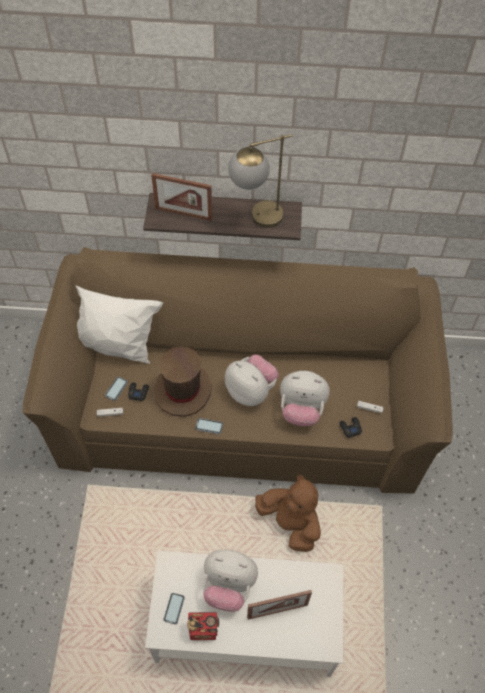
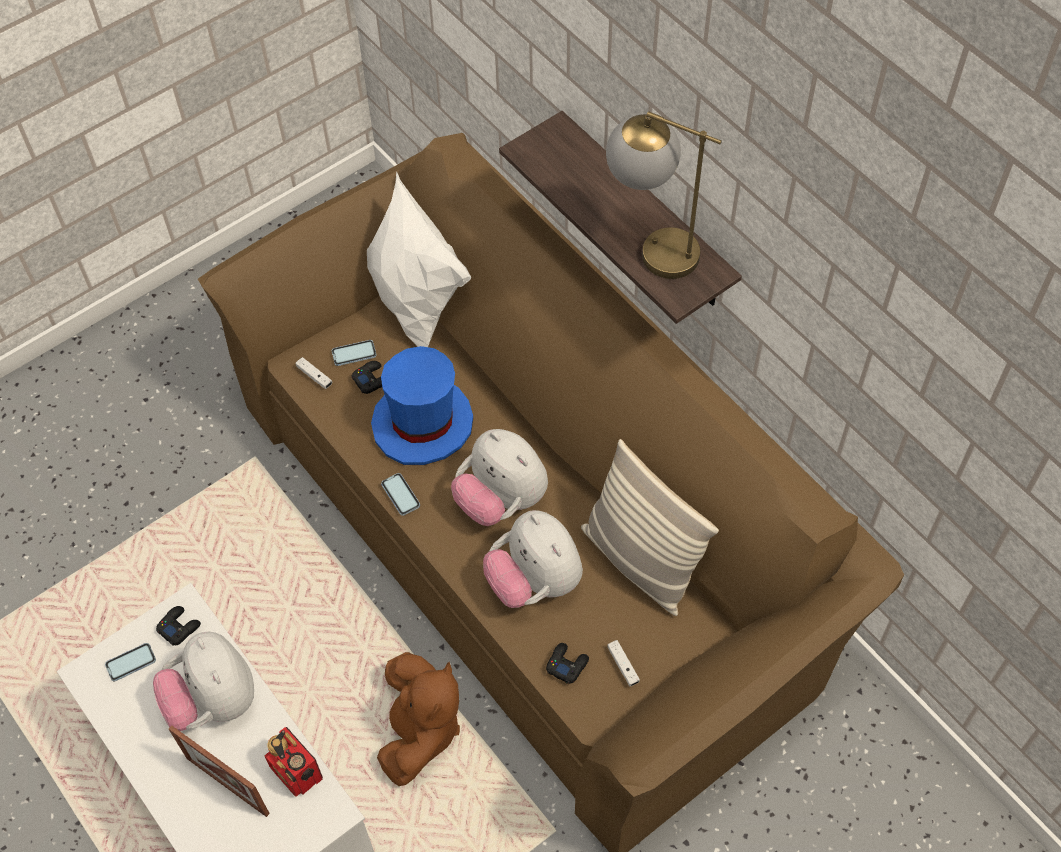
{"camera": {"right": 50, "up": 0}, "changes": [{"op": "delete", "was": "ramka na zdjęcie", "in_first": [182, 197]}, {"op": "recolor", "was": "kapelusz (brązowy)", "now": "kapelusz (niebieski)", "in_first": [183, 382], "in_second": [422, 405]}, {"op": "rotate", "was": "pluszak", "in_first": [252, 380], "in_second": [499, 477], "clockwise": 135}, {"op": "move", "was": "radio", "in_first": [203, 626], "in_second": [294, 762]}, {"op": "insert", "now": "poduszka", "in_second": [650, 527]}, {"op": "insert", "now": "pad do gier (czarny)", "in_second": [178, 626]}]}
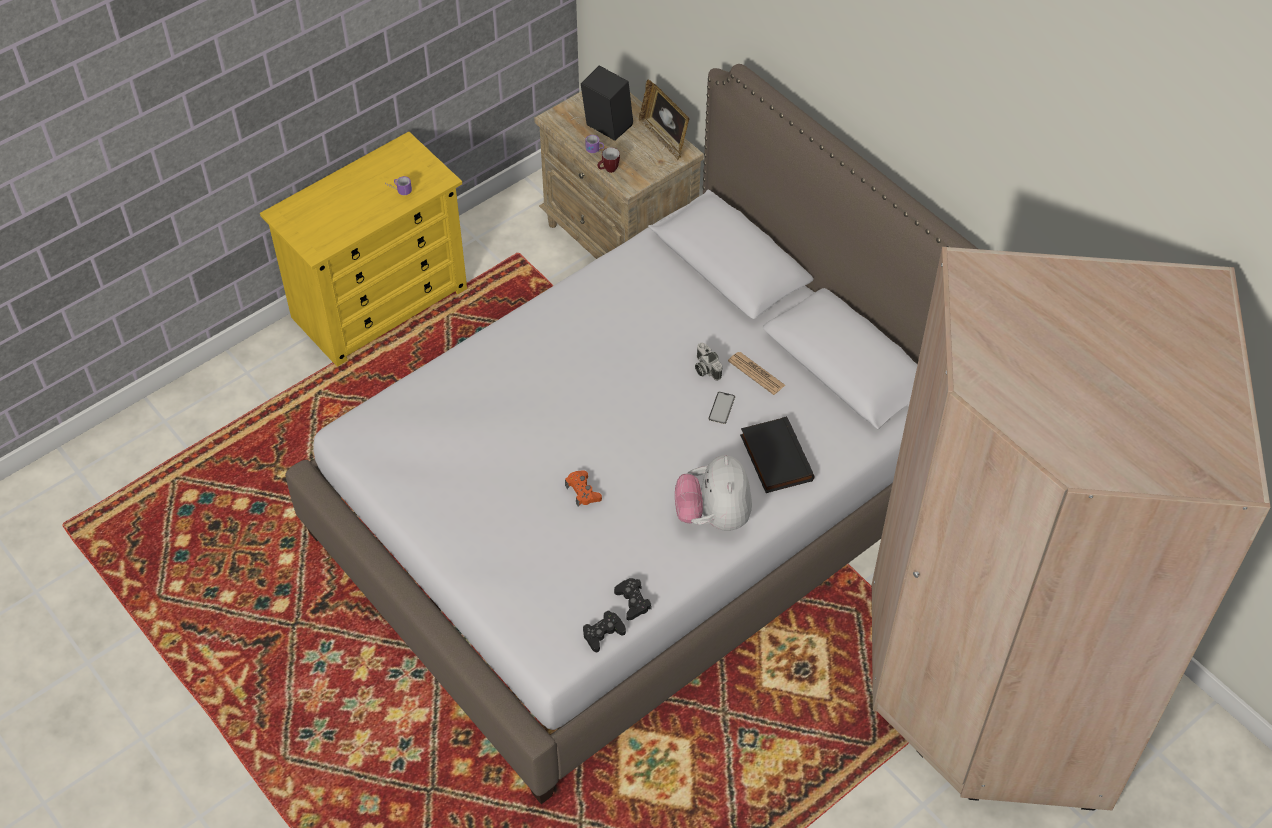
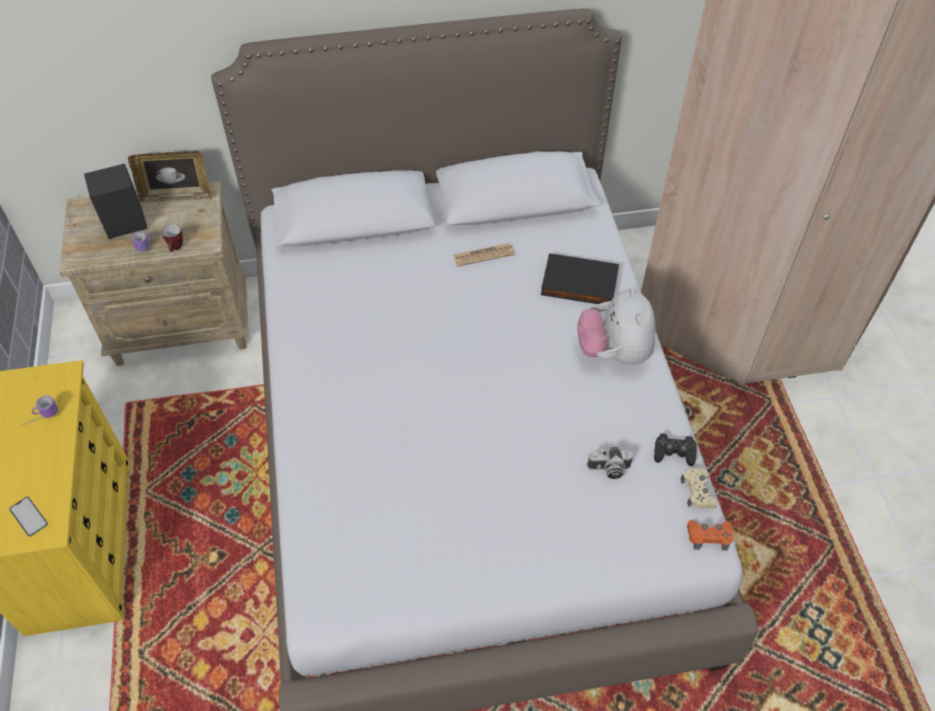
{"camera": {"right": -60, "up": 0}, "changes": [{"op": "move", "was": "aparat fotograficzny", "in_first": [708, 362], "in_second": [610, 463]}, {"op": "move", "was": "telefon", "in_first": [721, 408], "in_second": [28, 517]}, {"op": "rotate", "was": "pluszak", "in_first": [713, 493], "in_second": [616, 327], "clockwise": 60}, {"op": "move", "was": "pad do gier (pomarańczowy)", "in_first": [583, 488], "in_second": [710, 535]}, {"op": "recolor", "was": "pad do gier (czarny)", "now": "pad do gier (beżowy)", "in_first": [604, 631], "in_second": [699, 488]}]}
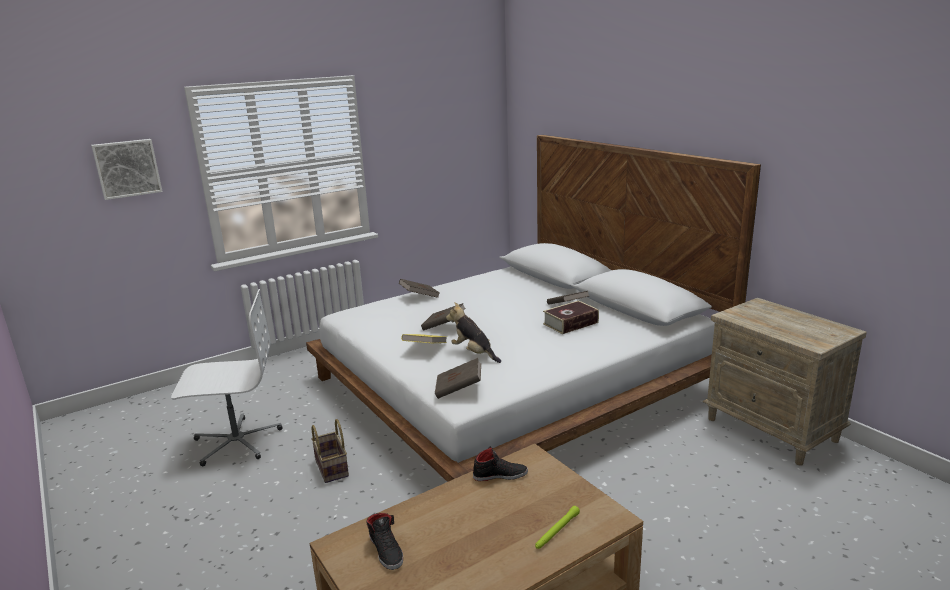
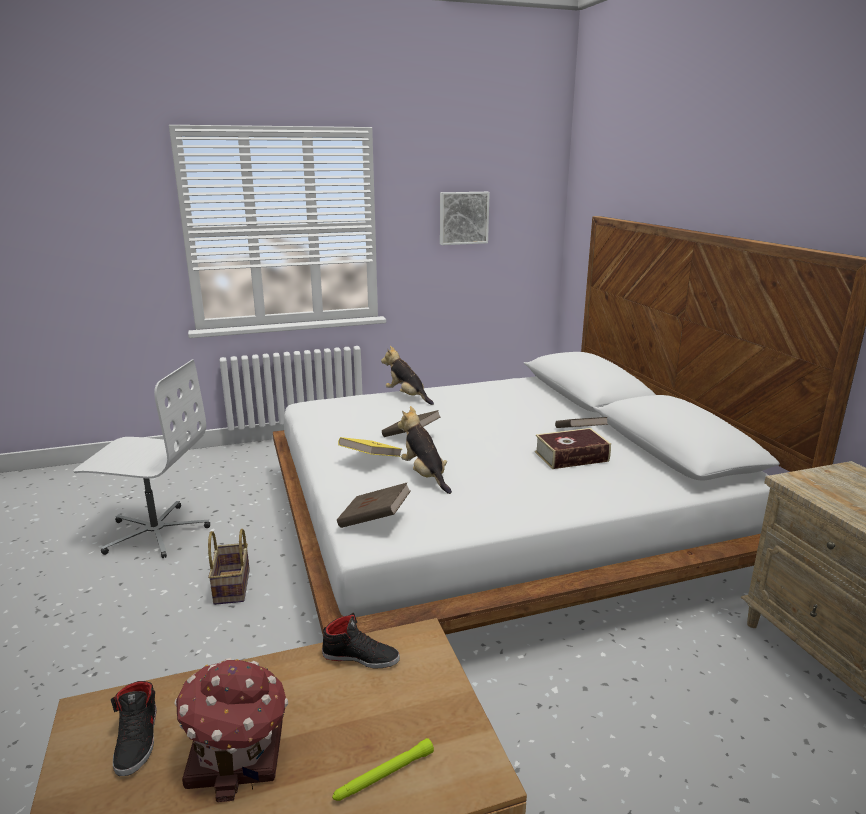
{"camera": {"right": 15, "up": 0}, "changes": [{"op": "move", "was": "obraz", "in_first": [127, 169], "in_second": [465, 218]}, {"op": "replace", "was": "książka (brązowy)", "now": "pluszak", "in_first": [419, 288], "in_second": [407, 375]}, {"op": "insert", "now": "domek", "in_second": [231, 730]}]}
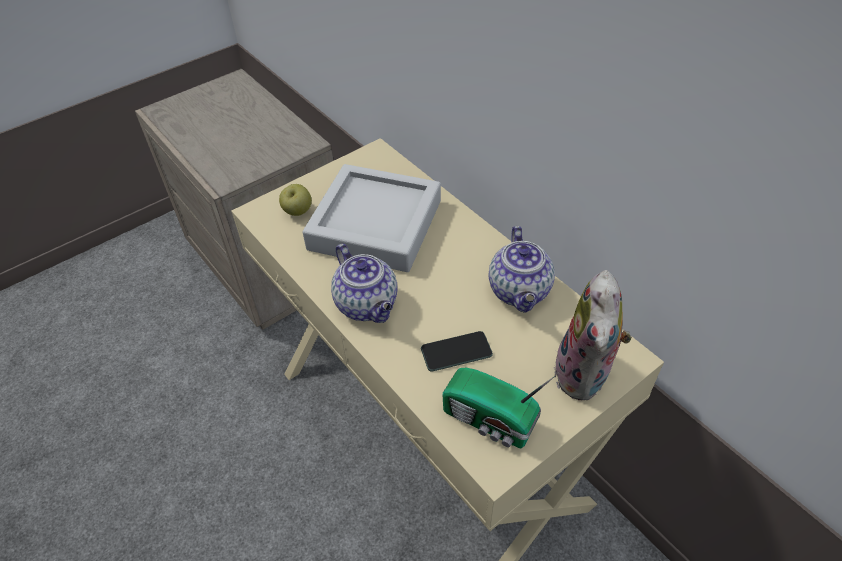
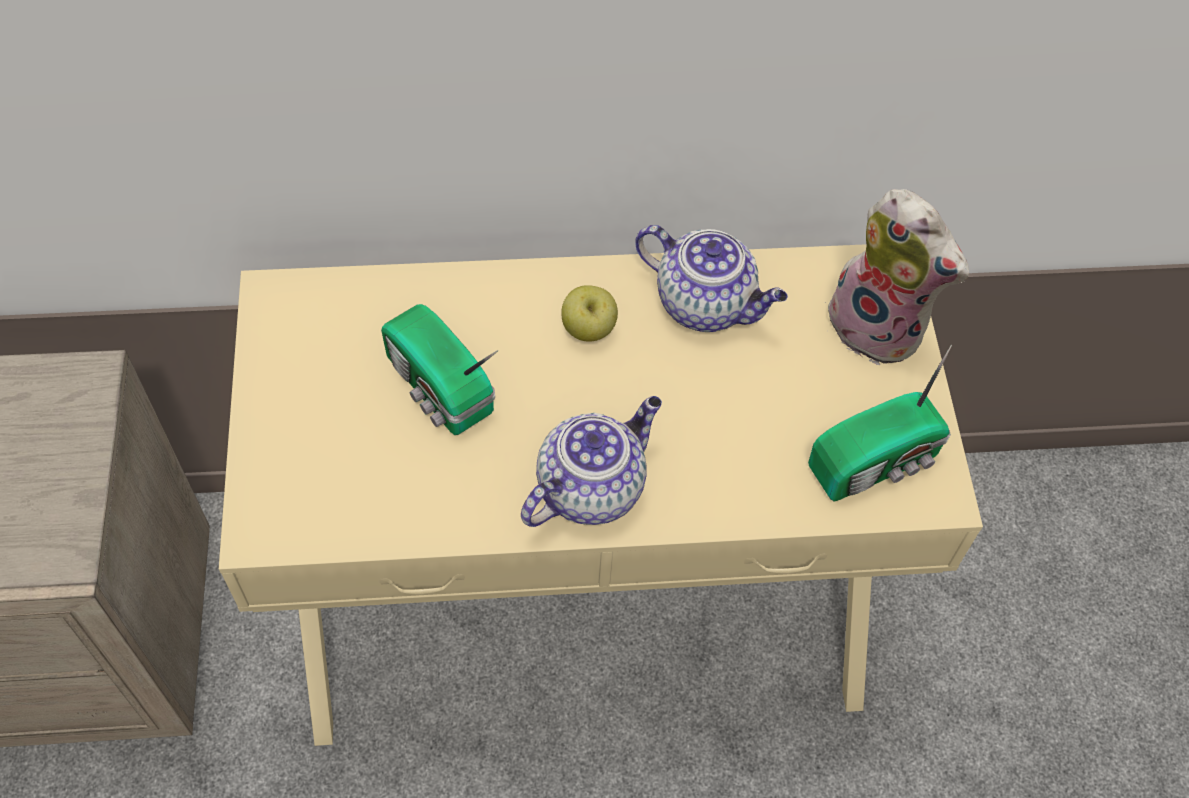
{"camera": {"right": -60, "up": 10}, "changes": [{"op": "replace", "was": "taca (szary)", "now": "radio", "in_first": [372, 218], "in_second": [439, 369]}, {"op": "move", "was": "jabłko", "in_first": [295, 200], "in_second": [589, 313]}, {"op": "rotate", "was": "imbryk", "in_first": [364, 283], "in_second": [591, 461], "clockwise": -45}, {"op": "delete", "was": "telefon", "in_first": [457, 351]}]}
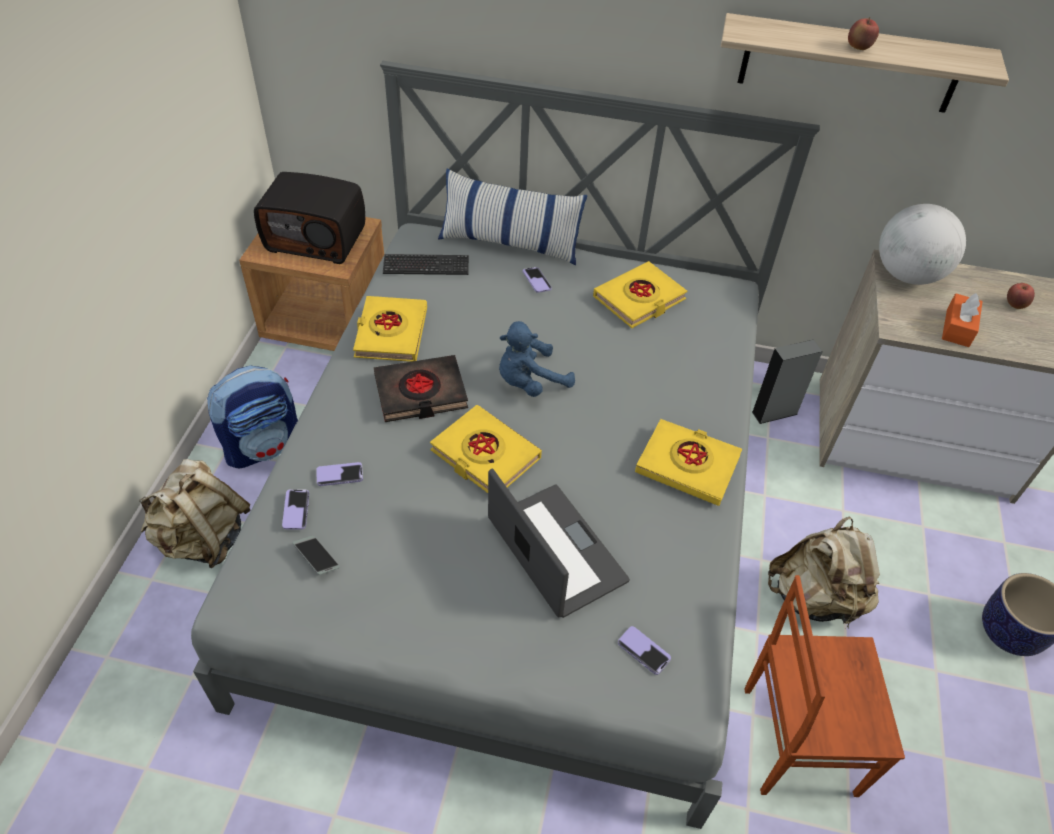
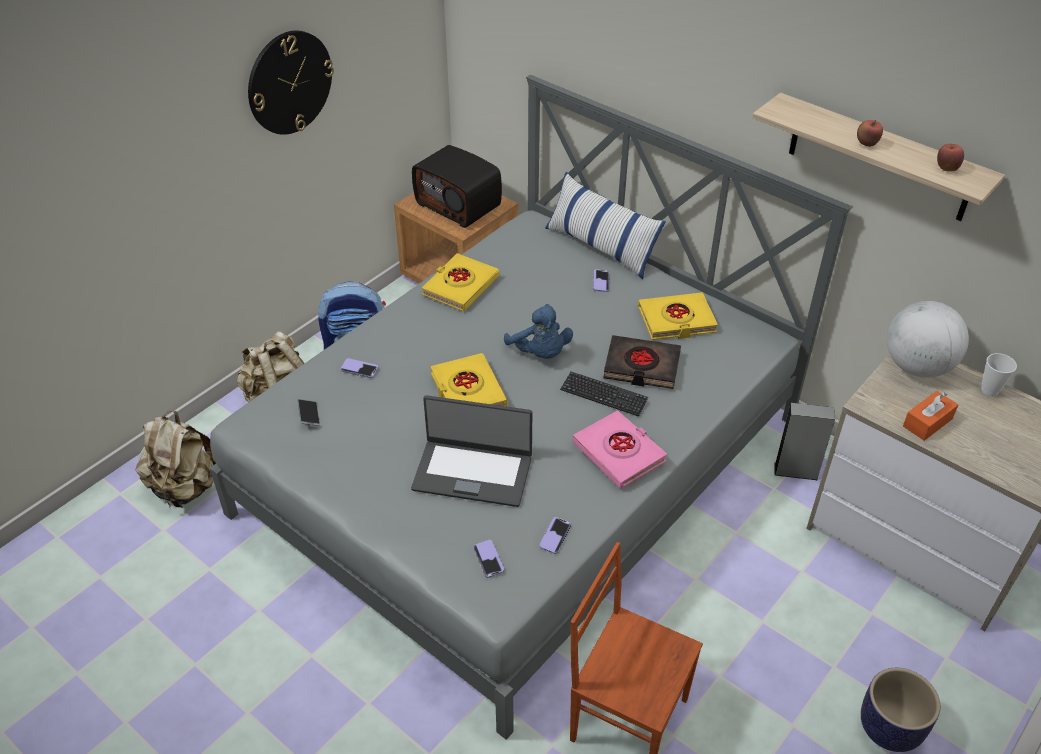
{"camera": {"right": 30, "up": -5}, "changes": [{"op": "move", "was": "klawiatura", "in_first": [426, 264], "in_second": [604, 394]}, {"op": "move", "was": "jabłko", "in_first": [1021, 296], "in_second": [950, 157]}, {"op": "rotate", "was": "pluszak (niebieski)", "in_first": [537, 359], "in_second": [538, 331], "clockwise": -120}, {"op": "move", "was": "książka (czarny)", "in_first": [421, 388], "in_second": [642, 362]}, {"op": "recolor", "was": "książka (żółty)", "now": "książka (różowy)", "in_first": [688, 462], "in_second": [620, 449]}, {"op": "rotate", "was": "laptop", "in_first": [559, 543], "in_second": [471, 451], "clockwise": 105}, {"op": "move", "was": "telefon", "in_first": [295, 509], "in_second": [555, 535]}, {"op": "move", "was": "plecak (beżowy)", "in_first": [824, 572], "in_second": [175, 459]}, {"op": "insert", "now": "zegar ścienny", "in_second": [291, 83]}, {"op": "insert", "now": "filiżanka", "in_second": [999, 374]}]}
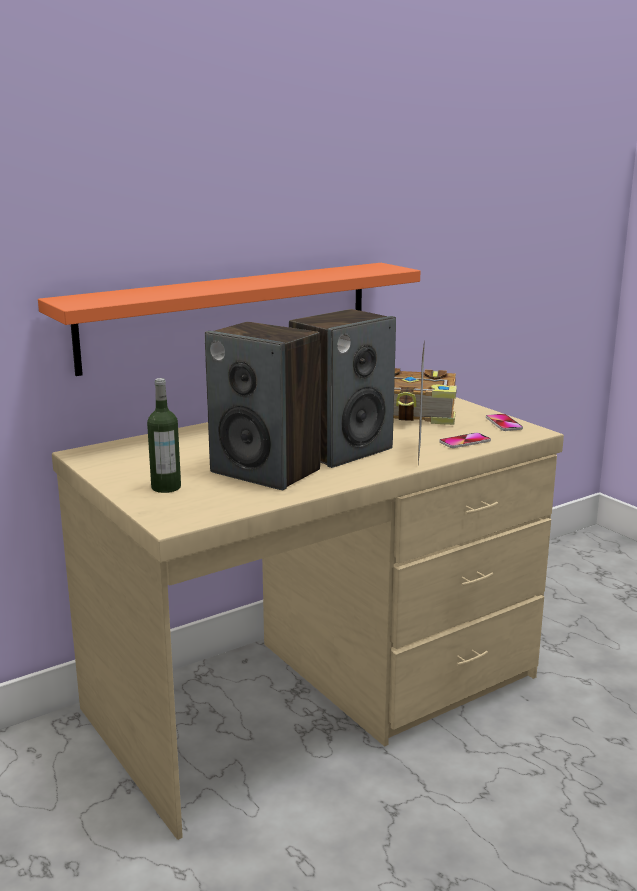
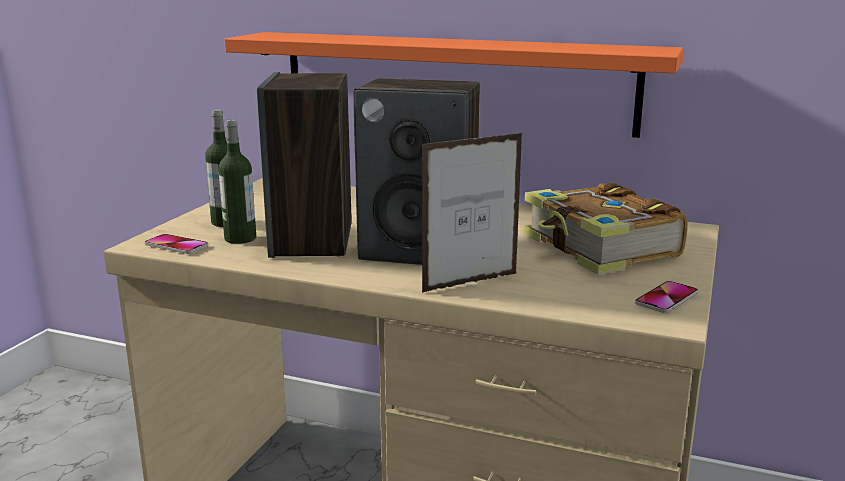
{"camera": {"right": 55, "up": 0}, "changes": [{"op": "move", "was": "telefon", "in_first": [465, 440], "in_second": [176, 244]}, {"op": "insert", "now": "butelka", "in_second": [237, 181]}]}
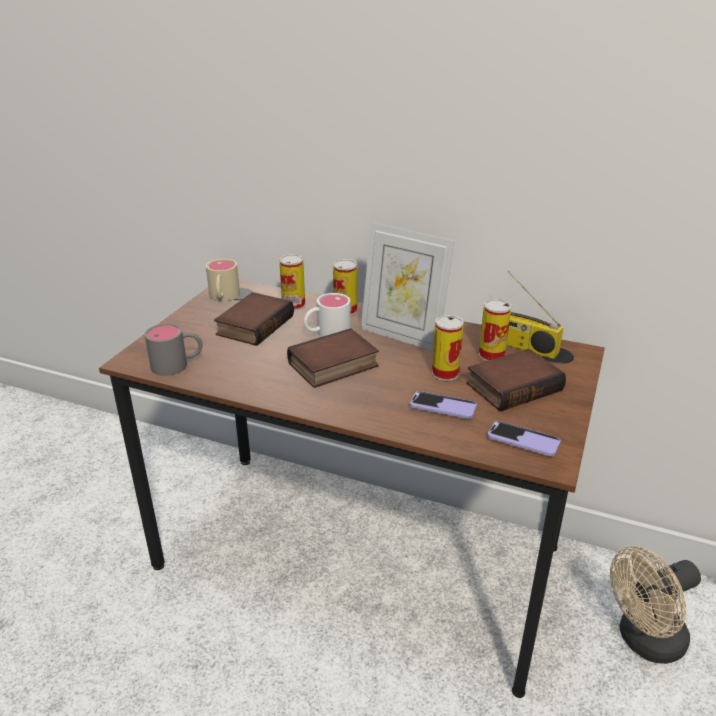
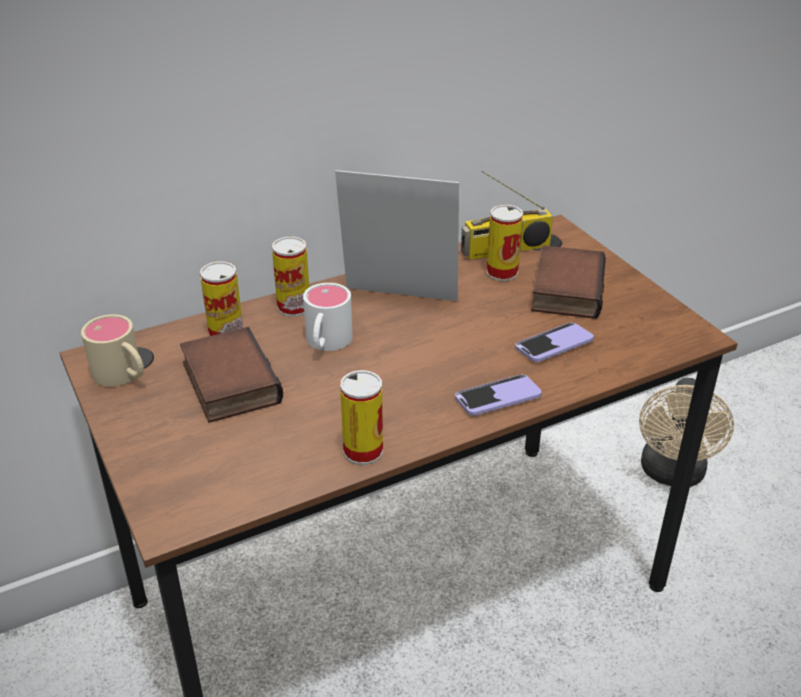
{"camera": {"right": -50, "up": 5}, "changes": [{"op": "rotate", "was": "ramka na zdjęcie", "in_first": [407, 286], "in_second": [397, 235], "clockwise": -150}, {"op": "move", "was": "puszka", "in_first": [448, 348], "in_second": [361, 417]}, {"op": "delete", "was": "kubek (szary)", "in_first": [173, 349]}, {"op": "delete", "was": "książka", "in_first": [333, 358]}, {"op": "move", "was": "telefon", "in_first": [524, 438], "in_second": [498, 395]}]}
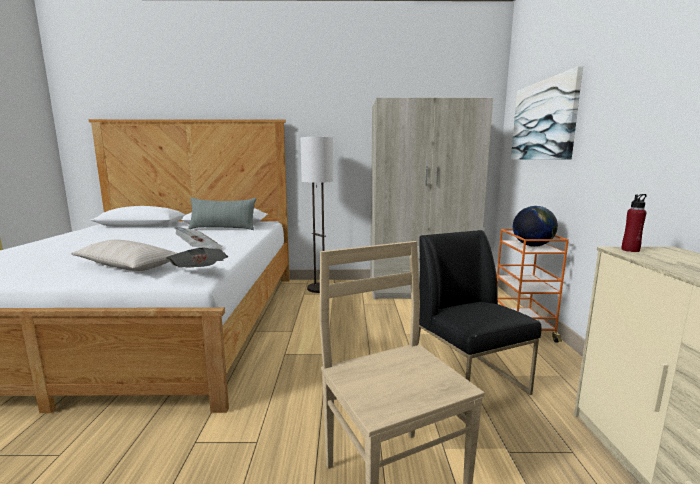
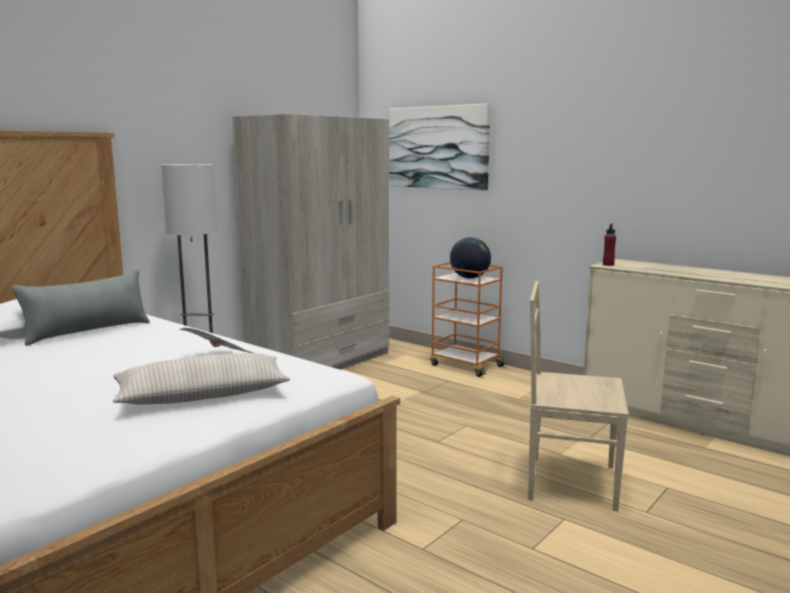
{"camera": {"right": -50, "up": 0}, "changes": [{"op": "delete", "was": "krzesło (czarny)", "in_first": [480, 323]}, {"op": "delete", "was": "gazeta", "in_first": [197, 258]}]}
